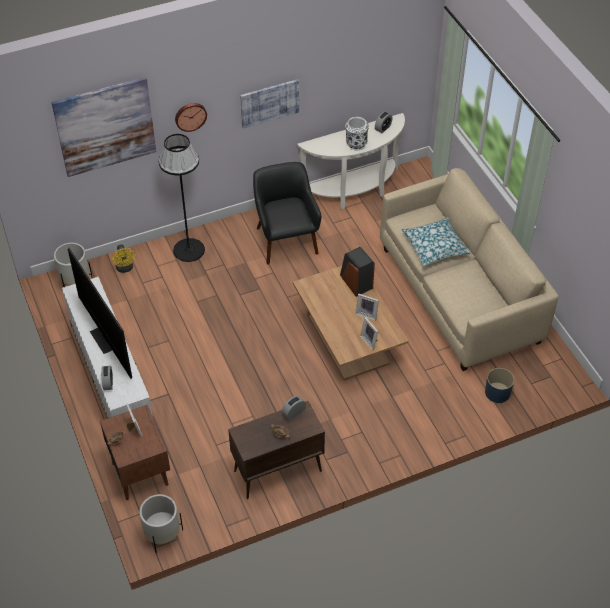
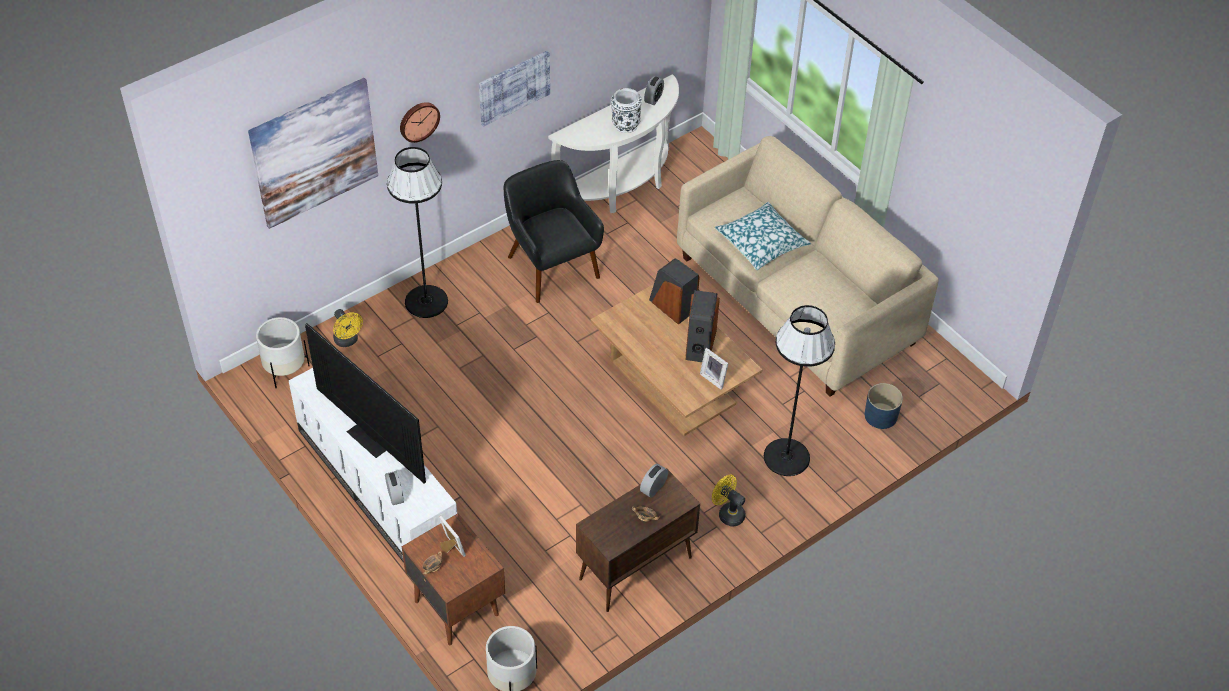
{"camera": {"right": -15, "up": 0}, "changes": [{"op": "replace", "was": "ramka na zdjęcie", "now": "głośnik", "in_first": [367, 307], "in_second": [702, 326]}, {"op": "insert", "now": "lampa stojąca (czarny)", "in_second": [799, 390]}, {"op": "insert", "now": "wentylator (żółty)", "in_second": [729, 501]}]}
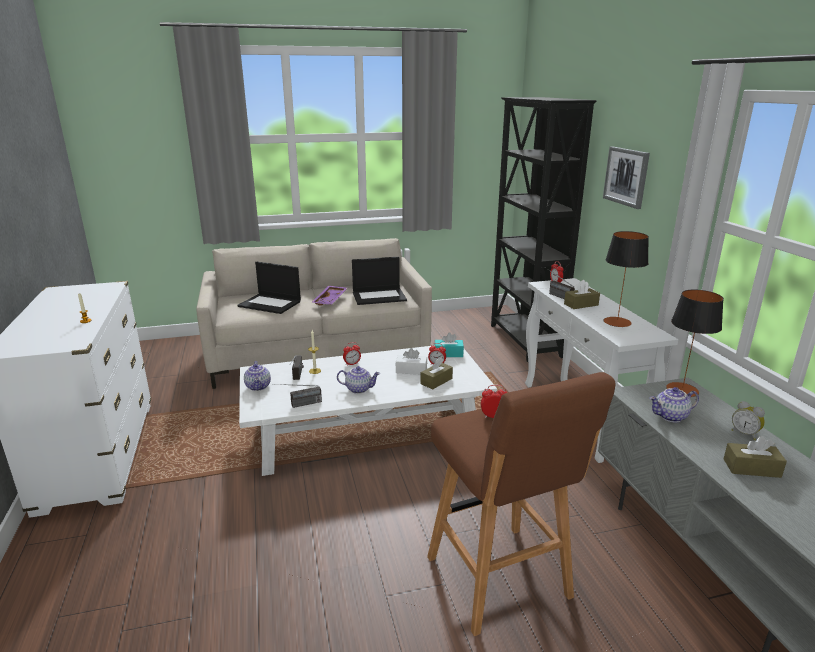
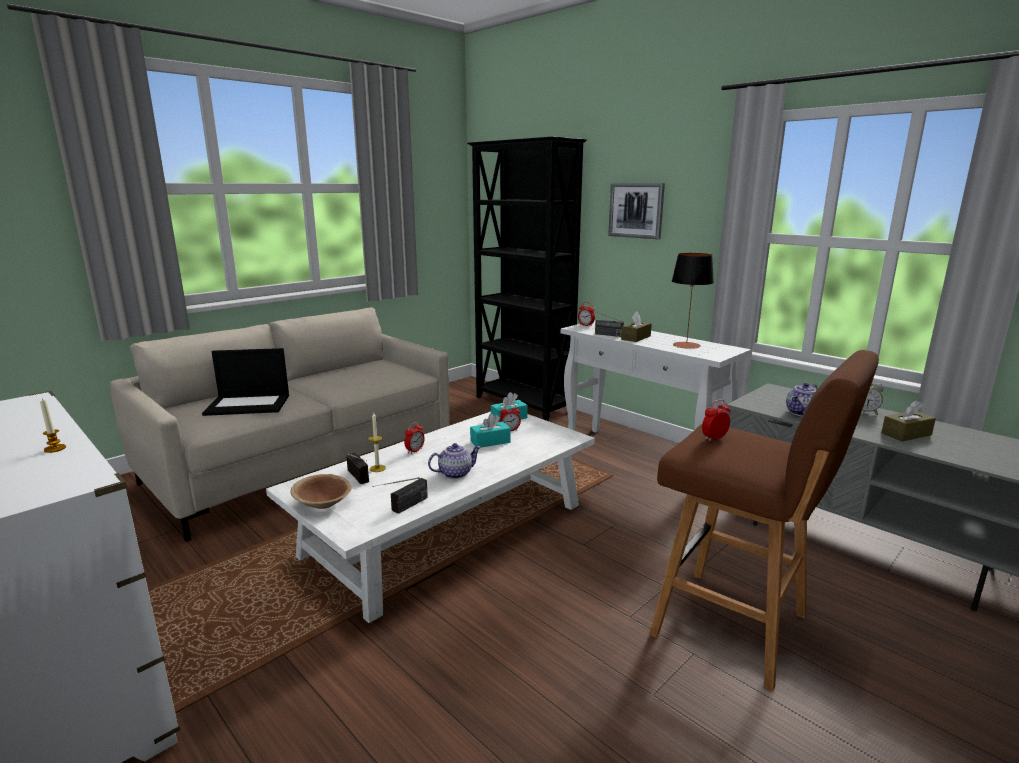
{"camera": {"right": -30, "up": -5}, "changes": [{"op": "delete", "was": "laptop", "in_first": [379, 281]}, {"op": "delete", "was": "taca (fioletowy)", "in_first": [329, 296]}, {"op": "delete", "was": "lampa stołowa", "in_first": [695, 343]}, {"op": "recolor", "was": "pudełko chusteczek (biały)", "now": "pudełko chusteczek (turkusowy)", "in_first": [411, 361], "in_second": [490, 431]}, {"op": "delete", "was": "pudełko chusteczek (brązowy)", "in_first": [436, 373]}, {"op": "replace", "was": "imbryk", "now": "miska (brązowy)", "in_first": [257, 376], "in_second": [321, 491]}]}
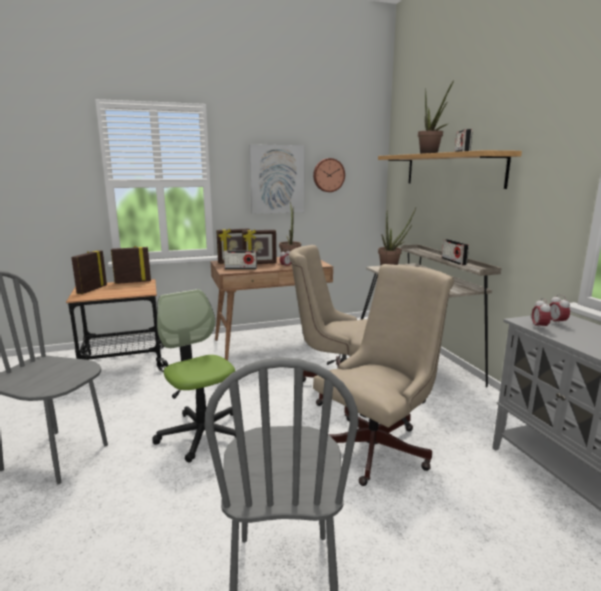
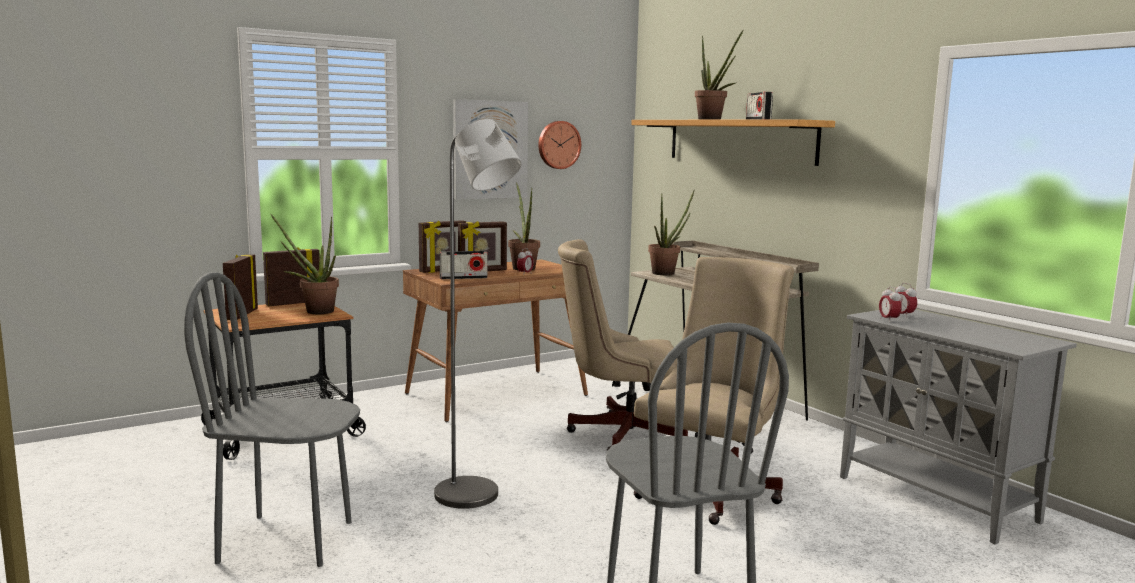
{"camera": {"right": -15, "up": -5}, "changes": [{"op": "delete", "was": "radio", "in_first": [455, 252]}, {"op": "replace", "was": "krzesło biurowe", "now": "lampa stojąca (szary)", "in_first": [194, 375], "in_second": [478, 314]}, {"op": "insert", "now": "roślina doniczkowa", "in_second": [305, 264]}]}
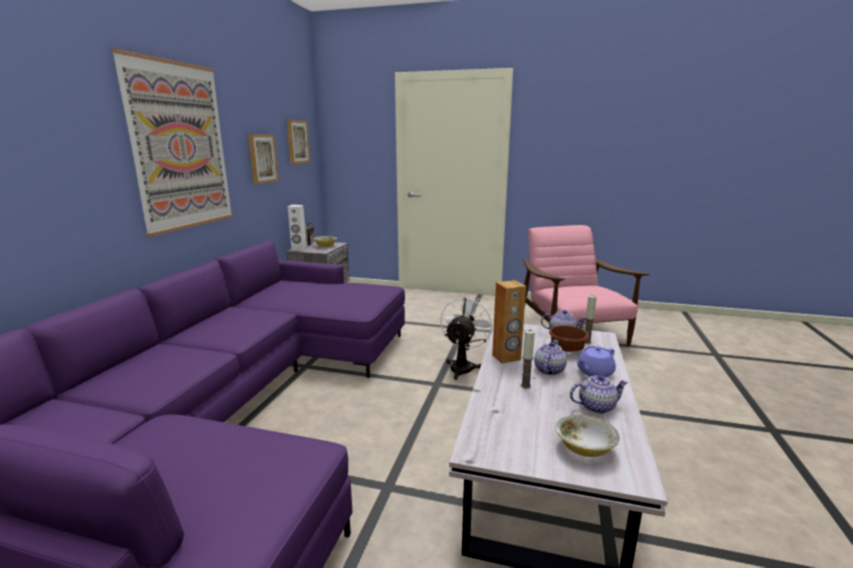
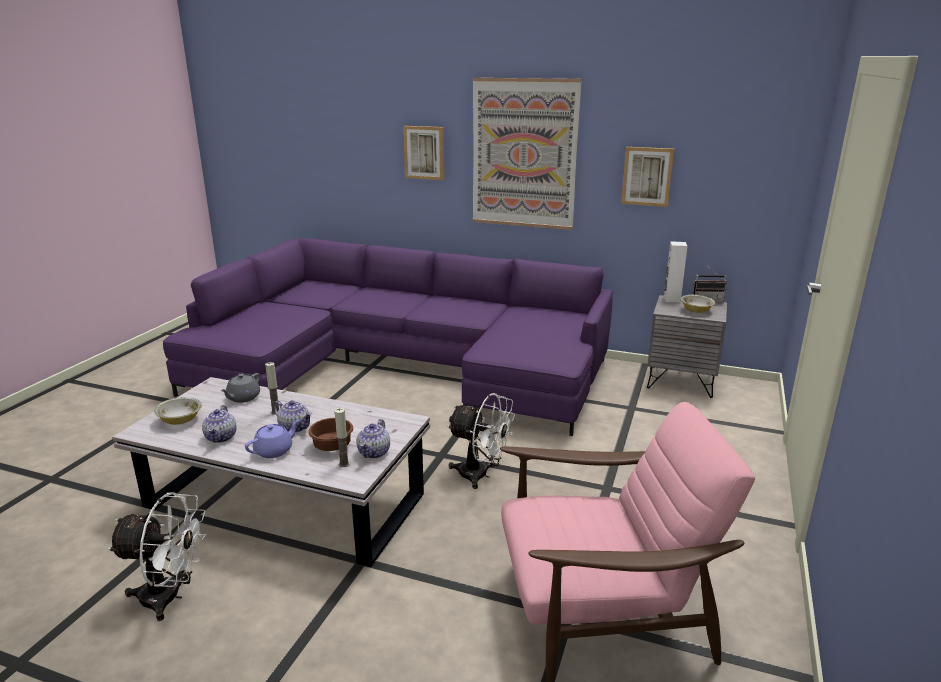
{"camera": {"right": 95, "up": 5}, "changes": [{"op": "move", "was": "obraz", "in_first": [298, 142], "in_second": [423, 153]}, {"op": "delete", "was": "głośnik (brązowy)", "in_first": [509, 322]}, {"op": "rotate", "was": "imbryk (fioletowy)", "in_first": [596, 362], "in_second": [272, 438], "clockwise": 75}, {"op": "insert", "now": "imbryk (szary)", "in_second": [240, 388]}, {"op": "insert", "now": "wentylator (biały)", "in_second": [157, 556]}]}
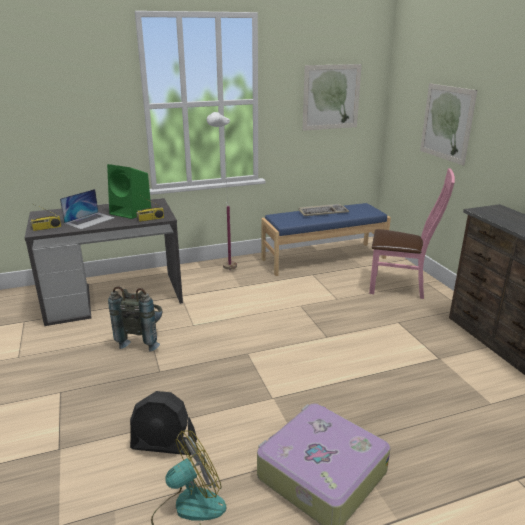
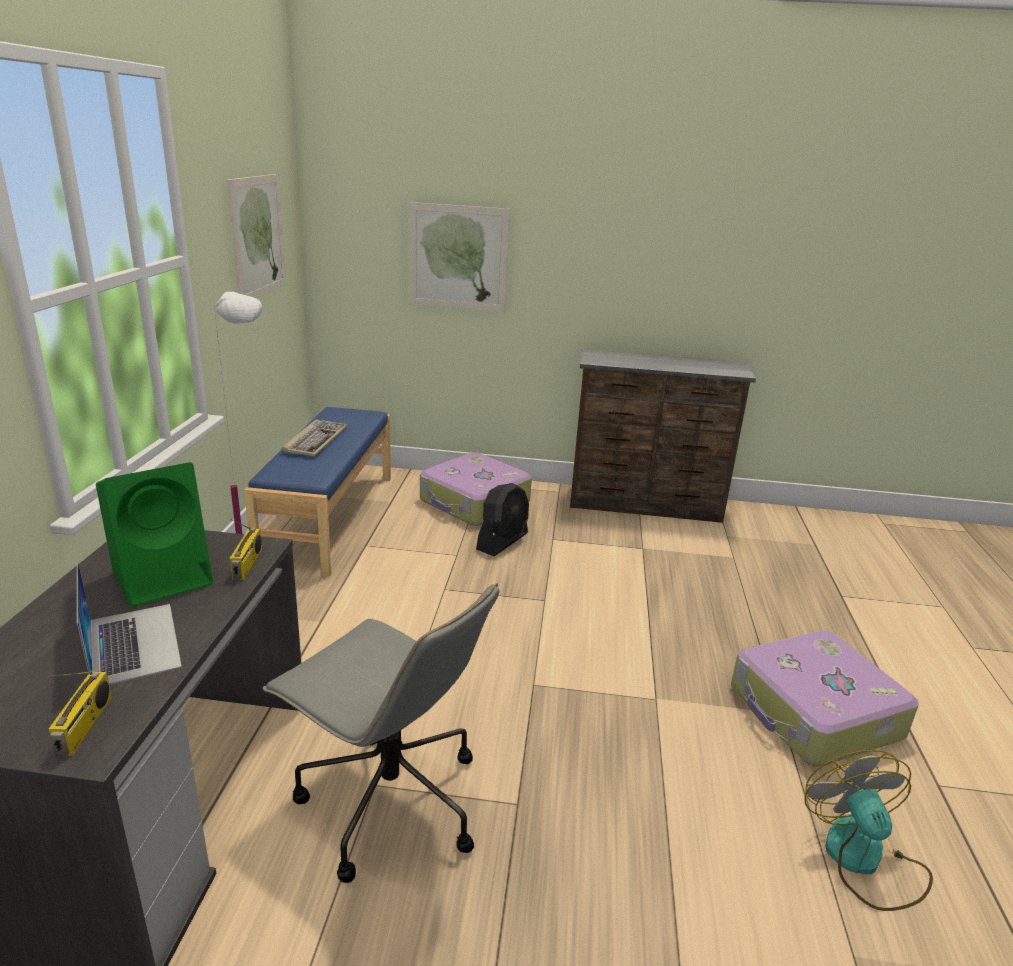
{"camera": {"right": -65, "up": 0}, "changes": [{"op": "replace", "was": "krzesło (różowy)", "now": "walizka", "in_first": [412, 233], "in_second": [476, 489]}, {"op": "replace", "was": "plecak (szary)", "now": "krzesło biurowe (szary)", "in_first": [135, 319], "in_second": [381, 733]}, {"op": "move", "was": "wentylator (czarny)", "in_first": [163, 423], "in_second": [502, 519]}]}
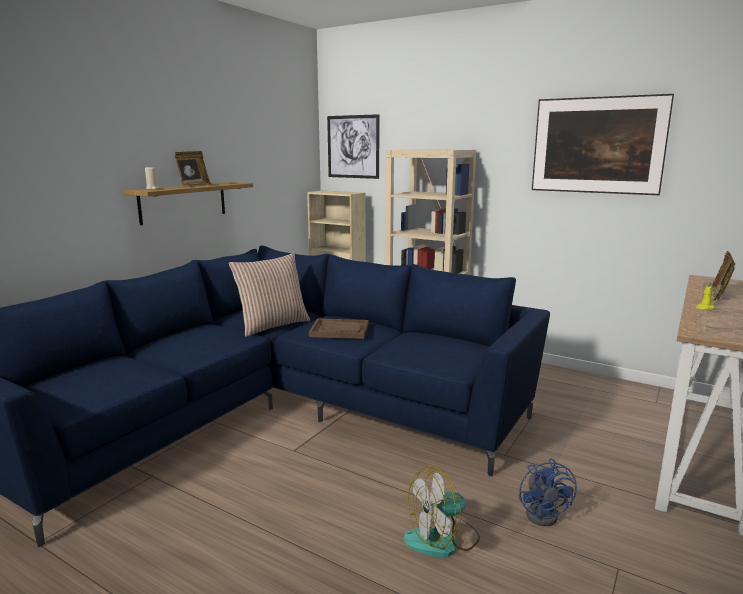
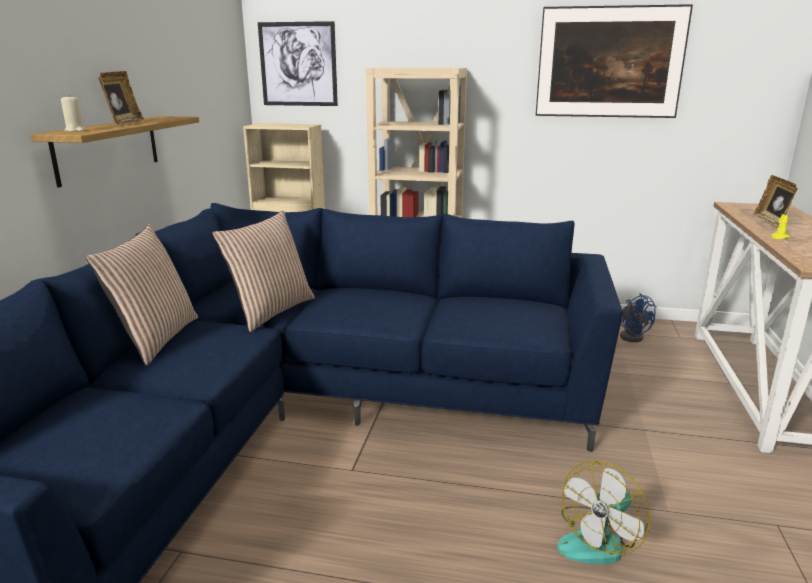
{"camera": {"right": -20, "up": 5}, "changes": [{"op": "delete", "was": "taca (brązowy)", "in_first": [338, 328]}, {"op": "move", "was": "wentylator (niebieski)", "in_first": [548, 492], "in_second": [638, 317]}, {"op": "insert", "now": "poduszka", "in_second": [142, 295]}]}
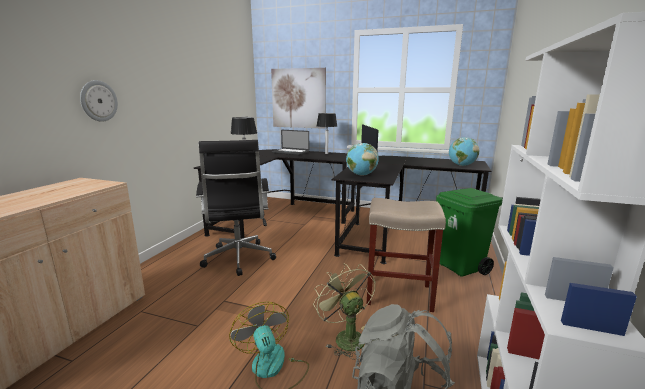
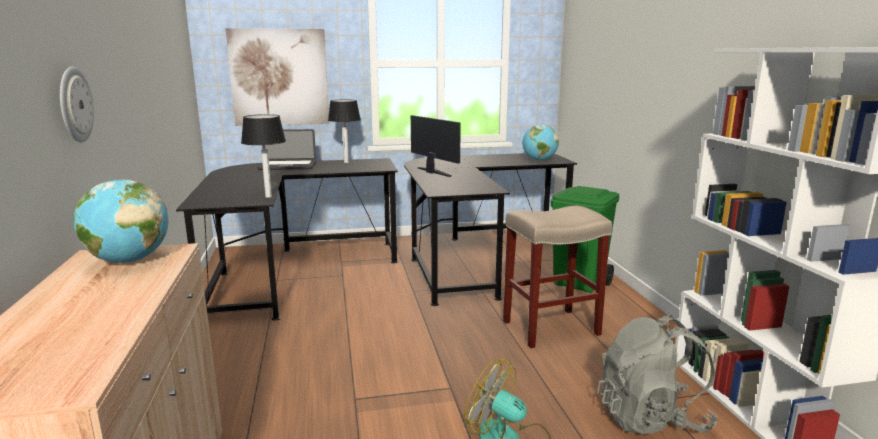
{"camera": {"right": -30, "up": 0}, "changes": [{"op": "delete", "was": "krzesło biurowe (czarny)", "in_first": [236, 208]}, {"op": "move", "was": "globus", "in_first": [362, 159], "in_second": [121, 221]}, {"op": "delete", "was": "wentylator (zielony)", "in_first": [344, 311]}]}
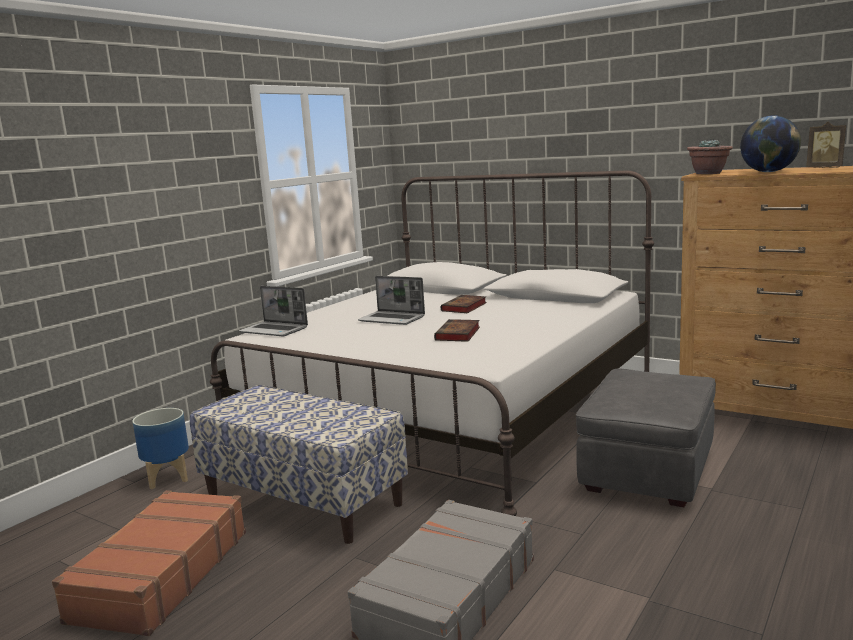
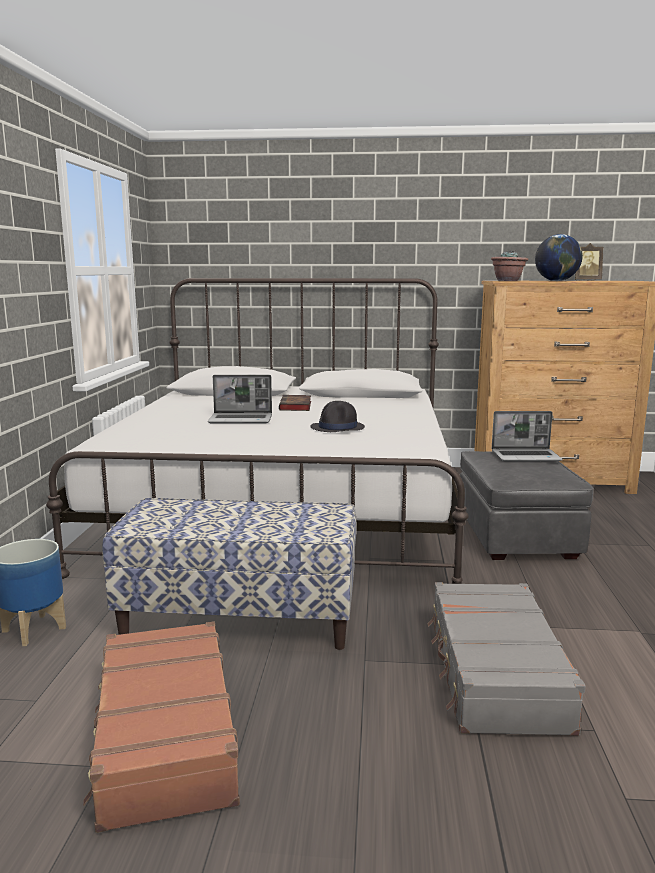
{"camera": {"right": -30, "up": 0}, "changes": [{"op": "move", "was": "laptop", "in_first": [273, 311], "in_second": [527, 436]}, {"op": "replace", "was": "książka", "now": "kapelusz (czarny)", "in_first": [457, 330], "in_second": [337, 416]}]}
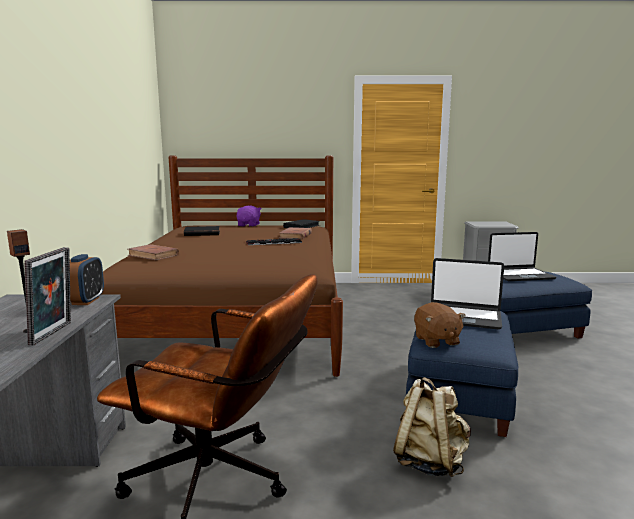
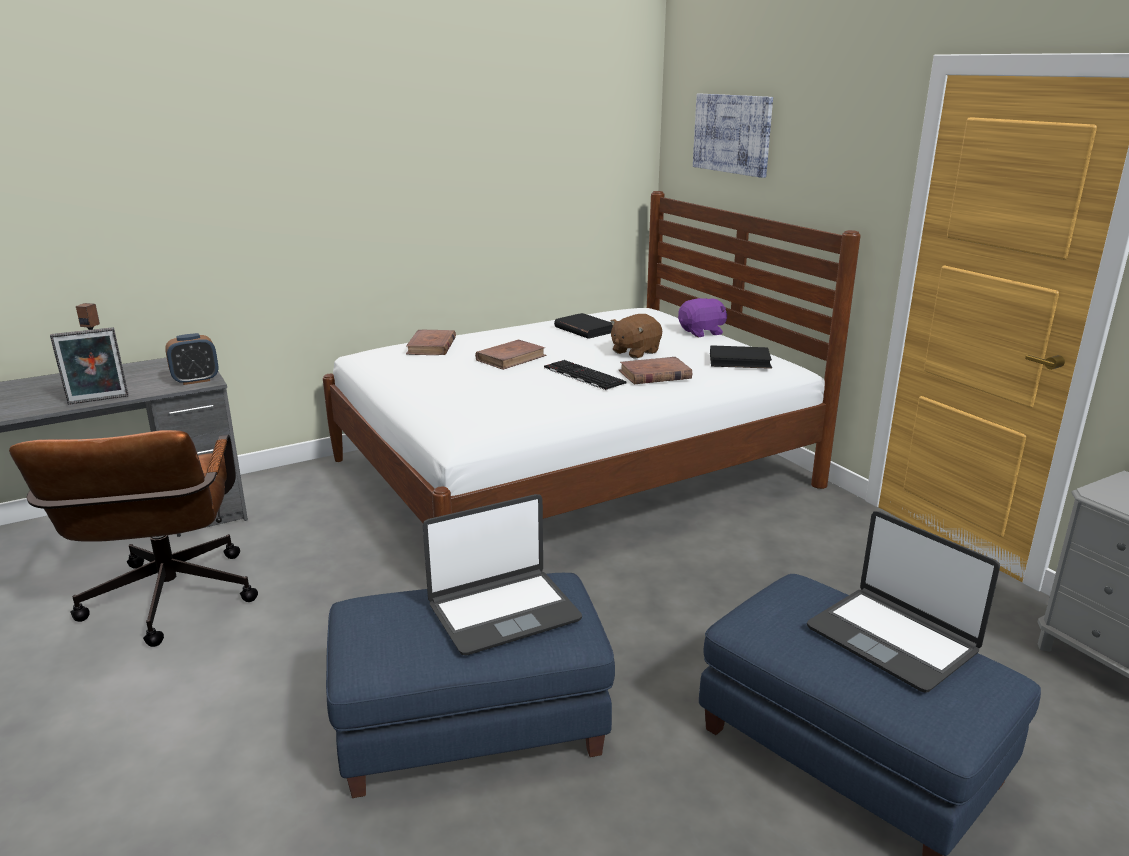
{"camera": {"right": 60, "up": 10}, "changes": [{"op": "recolor", "was": "łóżko (brązowy)", "now": "łóżko (biały)", "in_first": [222, 266], "in_second": [592, 357]}, {"op": "rotate", "was": "laptop", "in_first": [467, 293], "in_second": [502, 574], "clockwise": -105}, {"op": "move", "was": "pluszak (brązowy)", "in_first": [440, 325], "in_second": [636, 336]}, {"op": "delete", "was": "plecak (beżowy)", "in_first": [432, 427]}, {"op": "insert", "now": "obraz", "in_second": [733, 136]}, {"op": "insert", "now": "książka (brązowy)", "in_second": [511, 354]}]}
